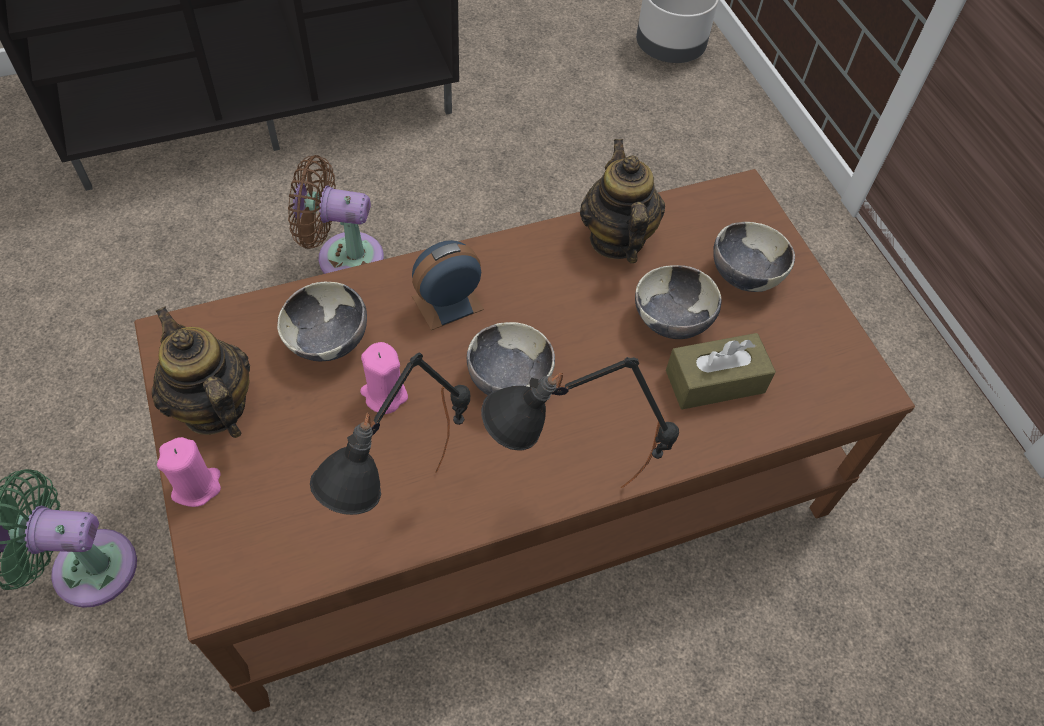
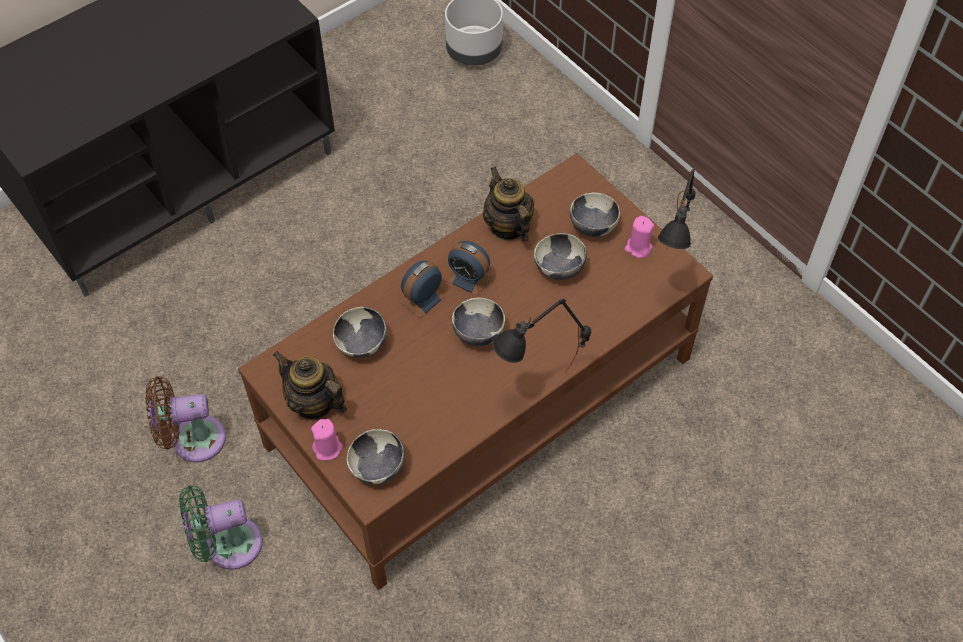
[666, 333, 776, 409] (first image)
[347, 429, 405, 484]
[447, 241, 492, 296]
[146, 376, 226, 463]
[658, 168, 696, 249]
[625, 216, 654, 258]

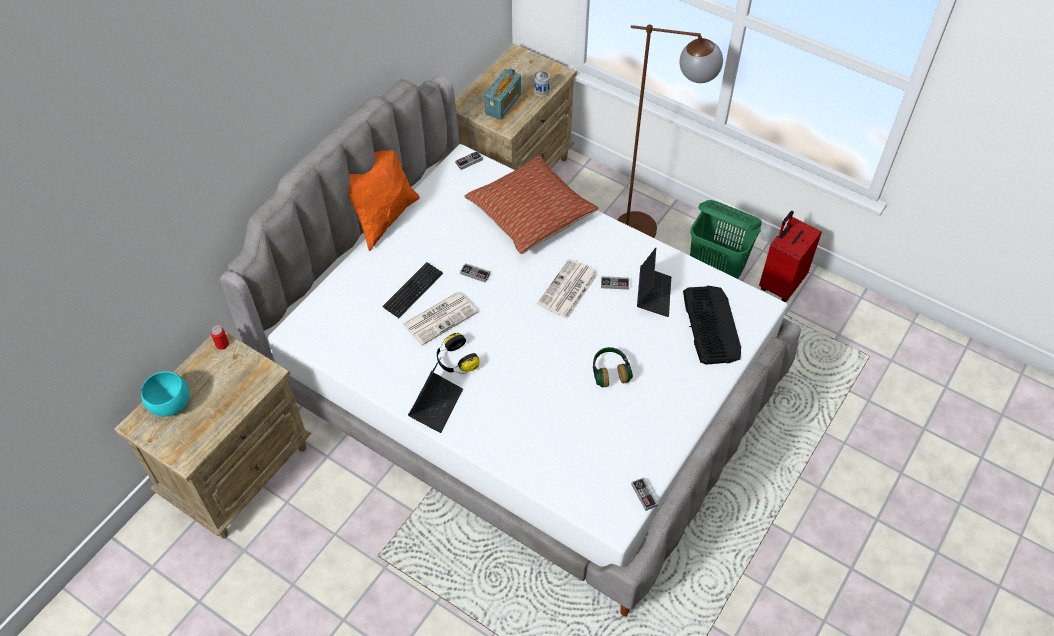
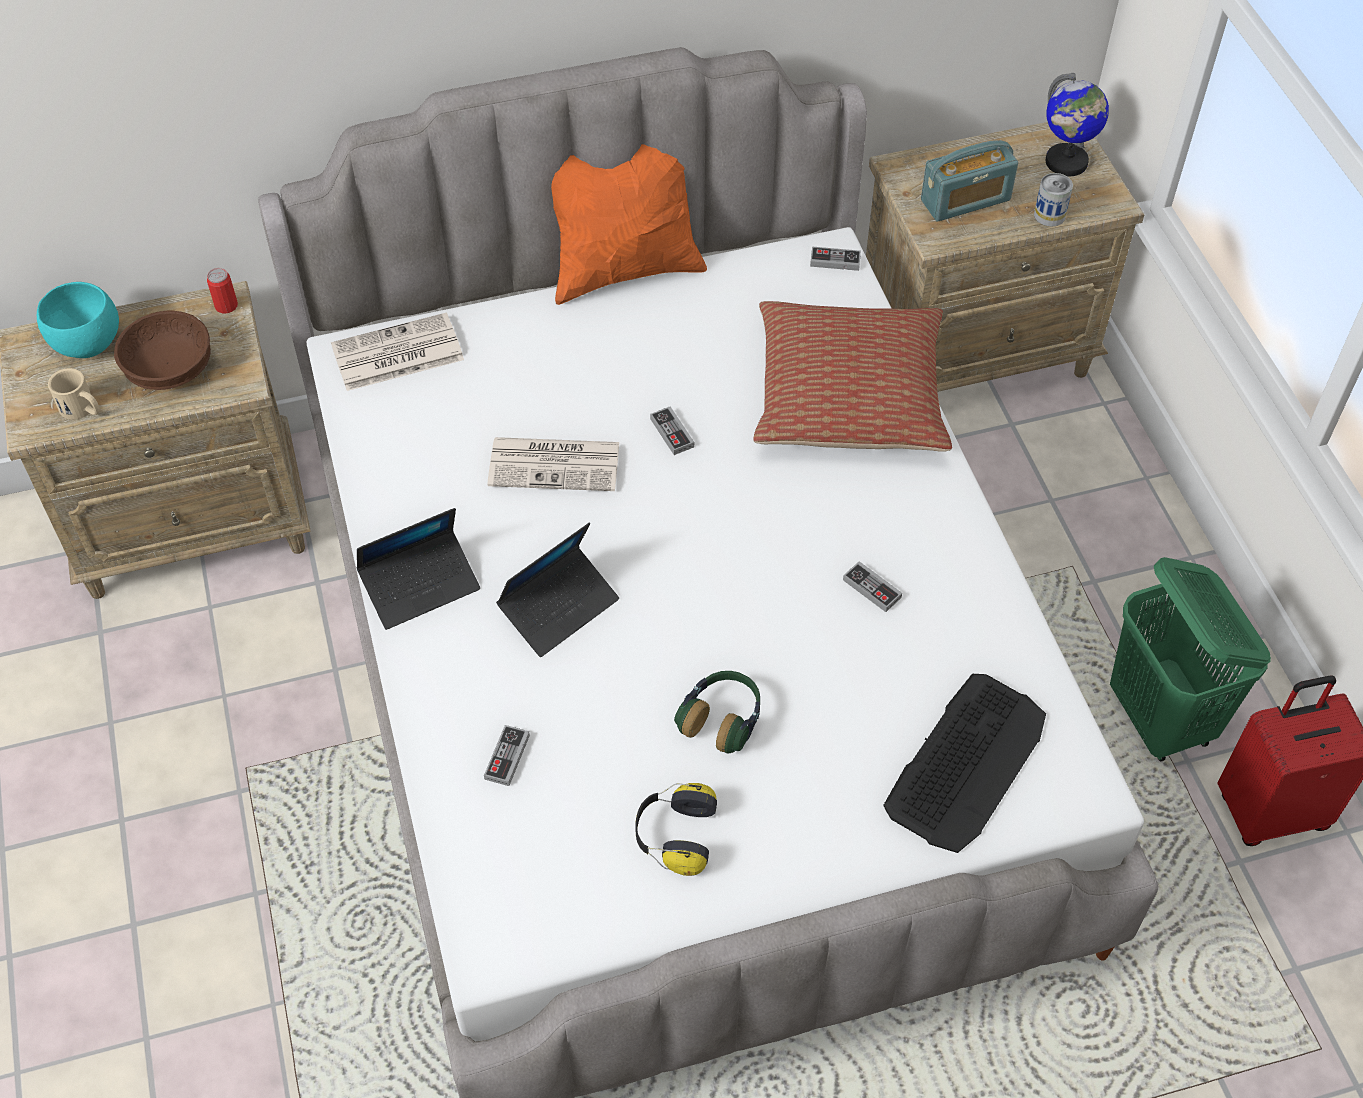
[382, 262, 443, 318] (first image)
[617, 24, 723, 238] (first image)
[48, 368, 100, 420]
[114, 310, 211, 390]
[1045, 73, 1109, 176]
[635, 783, 717, 876]
[331, 312, 464, 391]
[484, 725, 530, 786]
[496, 522, 619, 657]

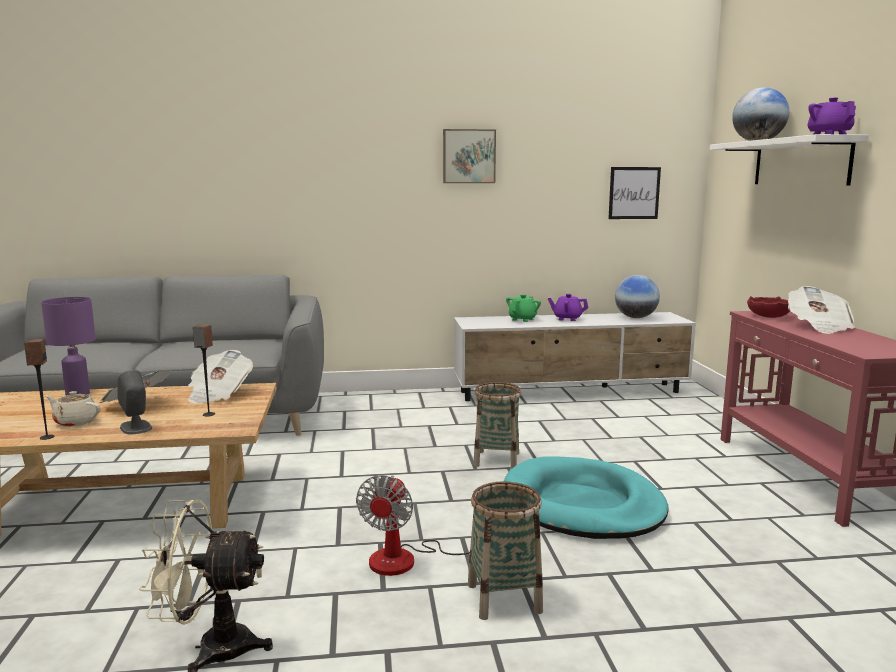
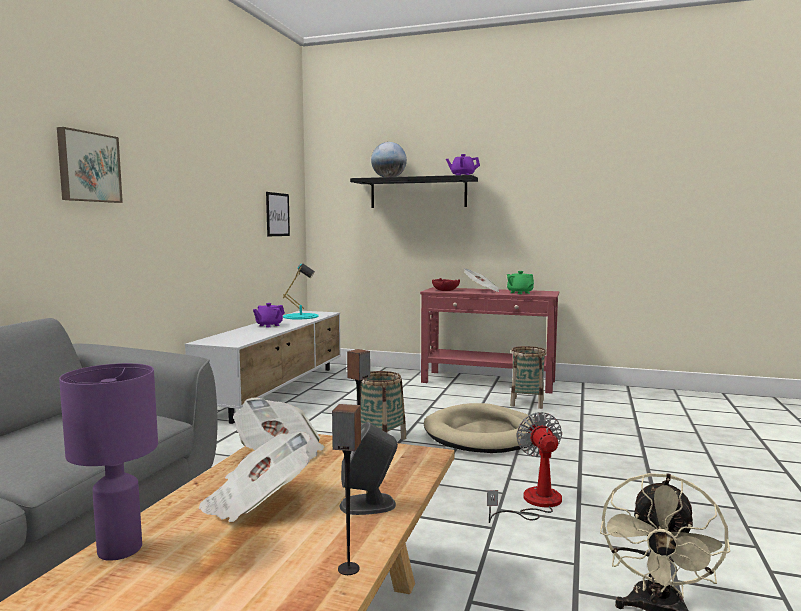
[45, 391, 101, 427] (first image)
[57, 127, 123, 203]
[510, 346, 546, 409]
[507, 271, 534, 294]
[283, 263, 319, 320]
[424, 403, 535, 453]
[350, 175, 478, 208]
[487, 412, 562, 523]

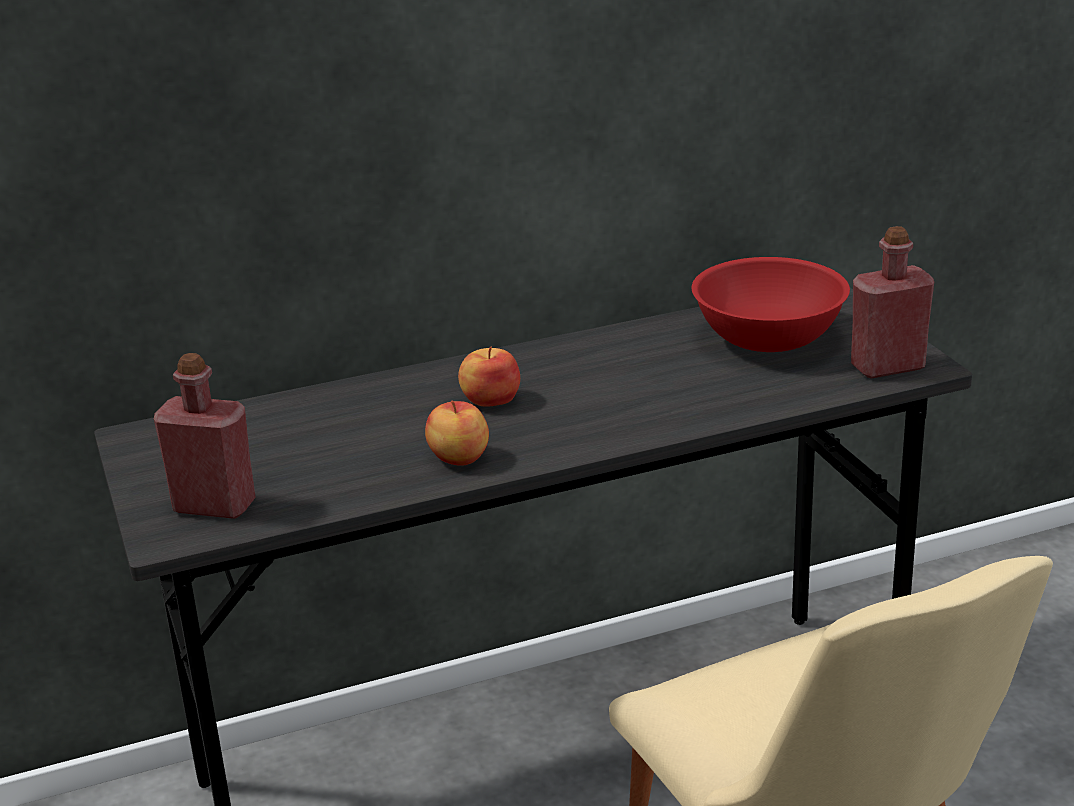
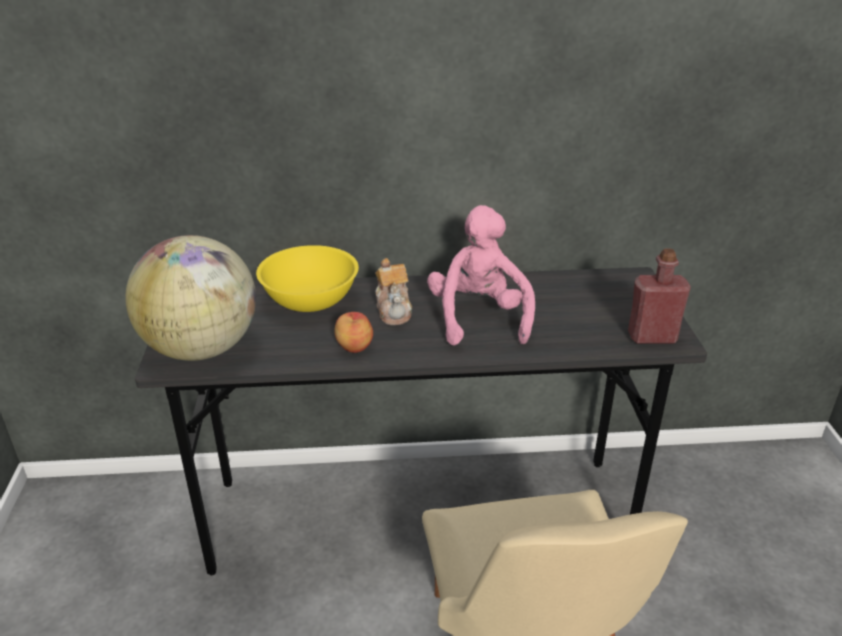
[691, 257, 850, 352] (first image)
[256, 245, 359, 312]
[427, 205, 535, 345]
[125, 235, 256, 361]
[375, 258, 412, 325]

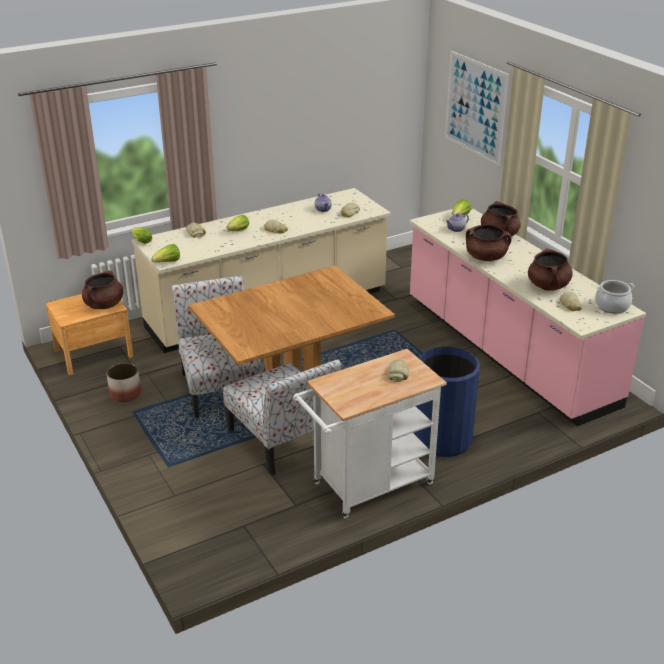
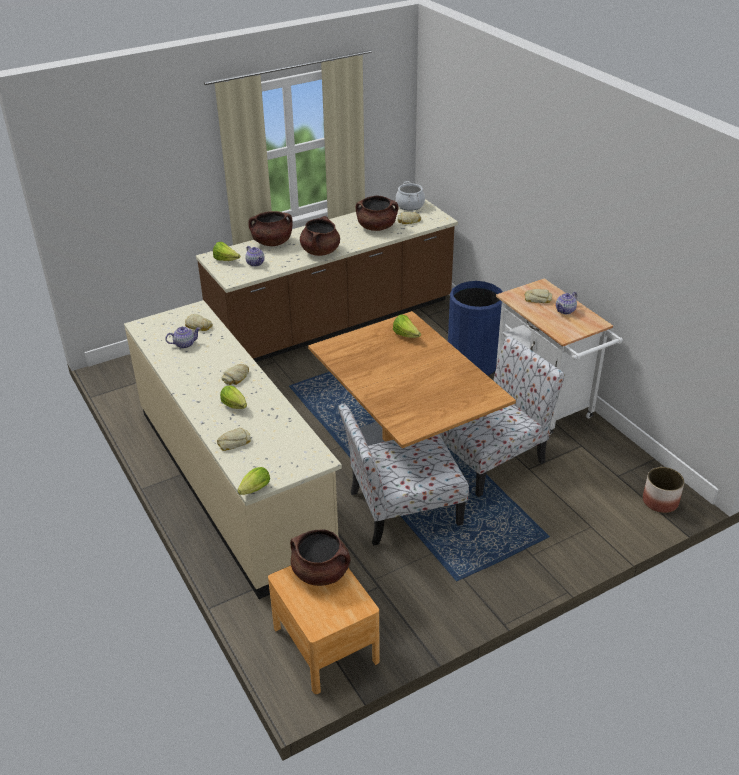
[445, 51, 509, 166] (first image)
[556, 292, 577, 314]
[643, 467, 684, 513]
[393, 314, 421, 338]
[196, 199, 458, 362]

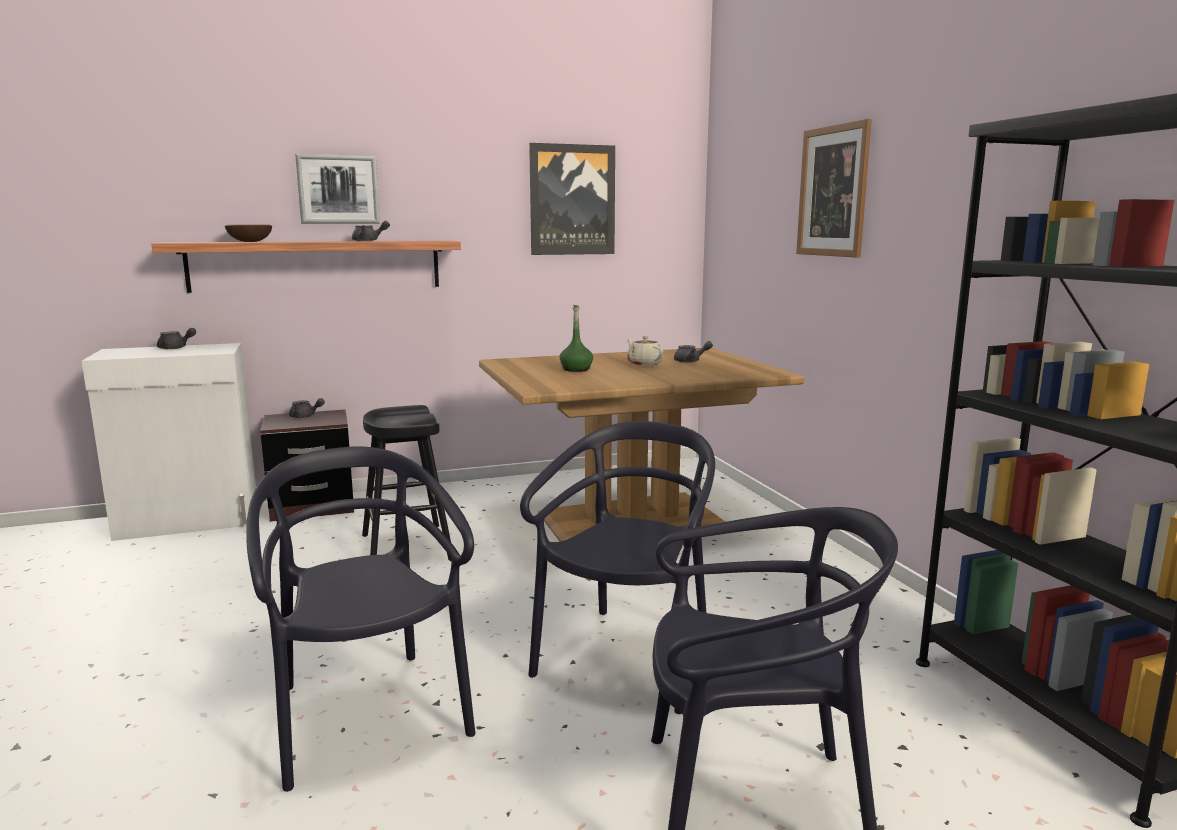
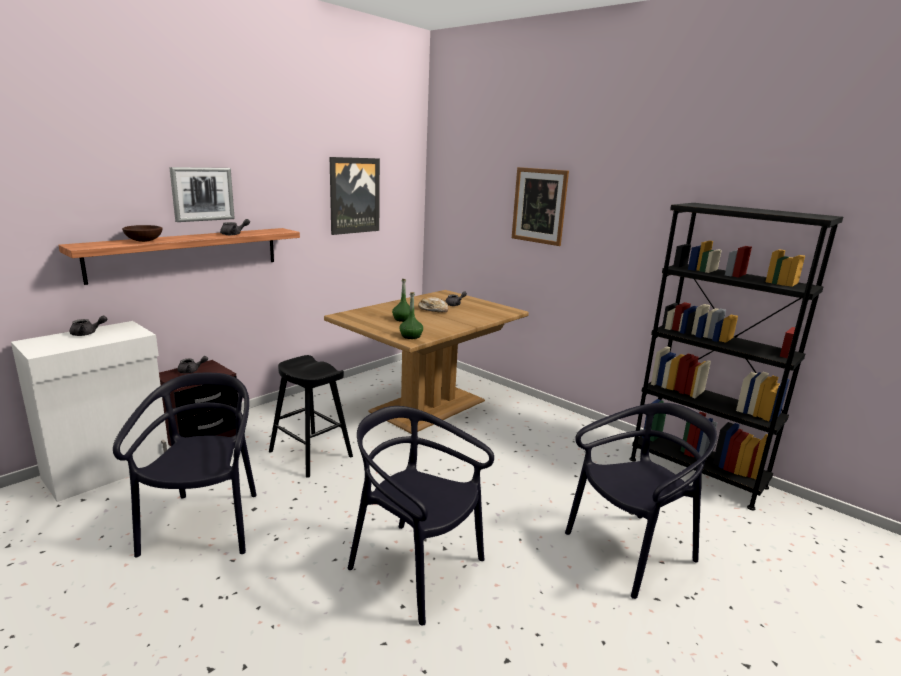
[399, 292, 423, 339]
[113, 373, 257, 557]
[418, 296, 449, 313]

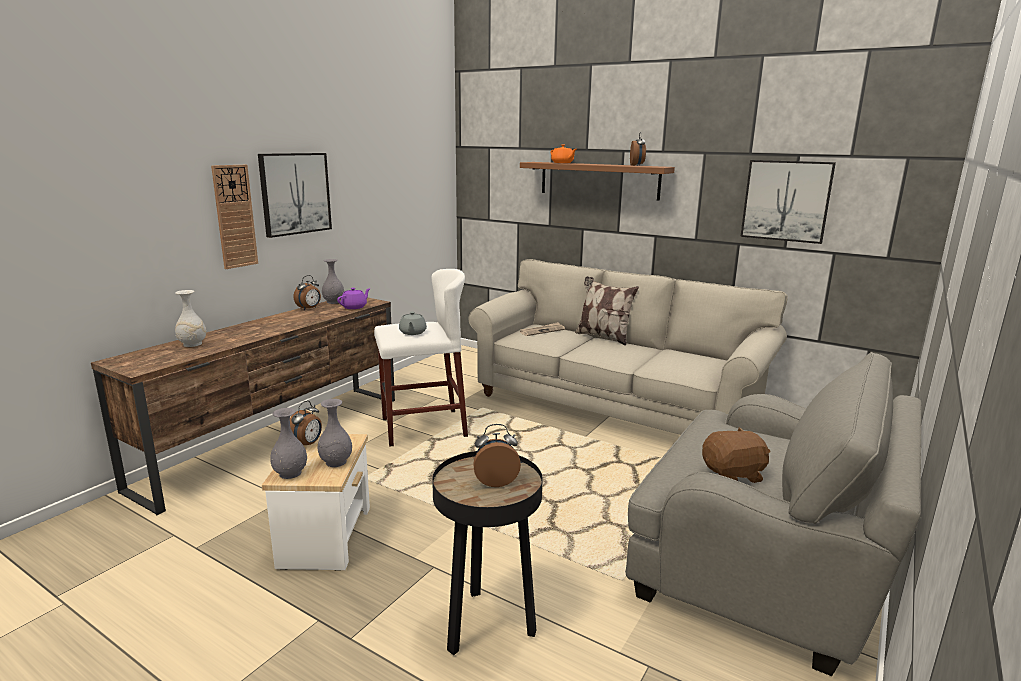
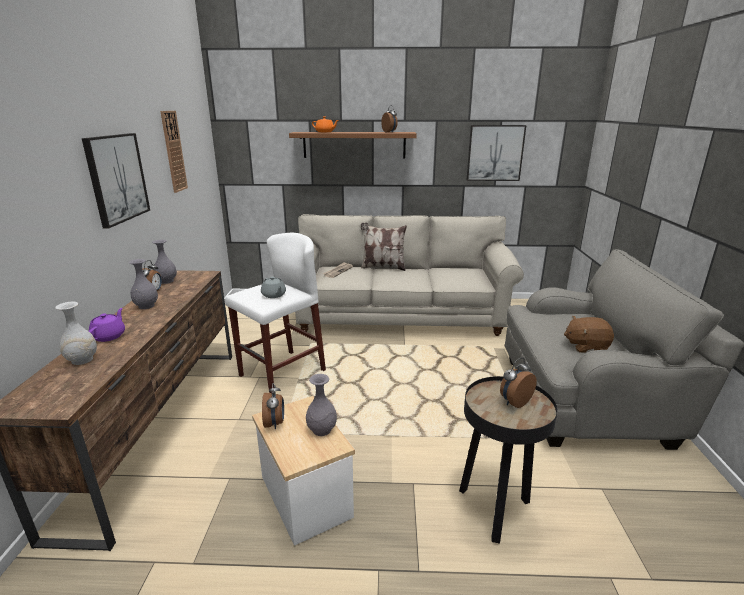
[160, 111, 188, 193]
[129, 259, 158, 309]
[89, 308, 125, 342]
[564, 316, 614, 353]

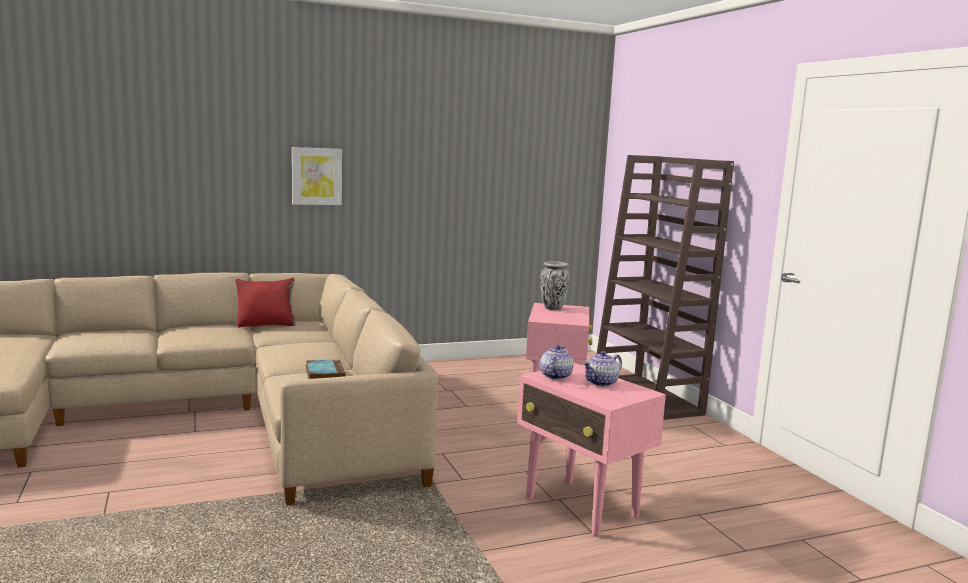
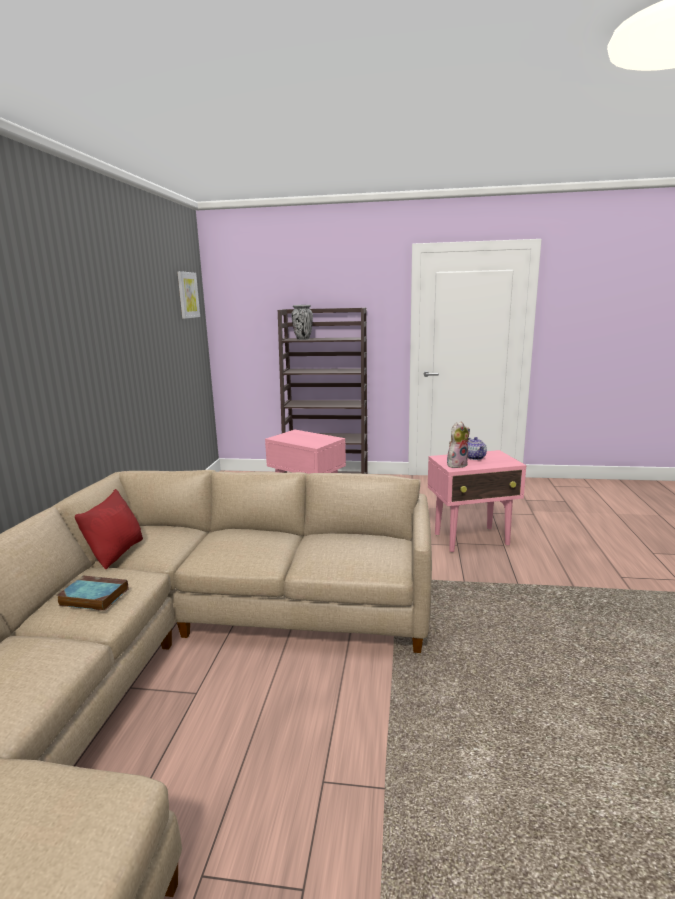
[177, 271, 200, 319]
[57, 576, 128, 611]
[291, 305, 313, 340]
[447, 421, 470, 468]

